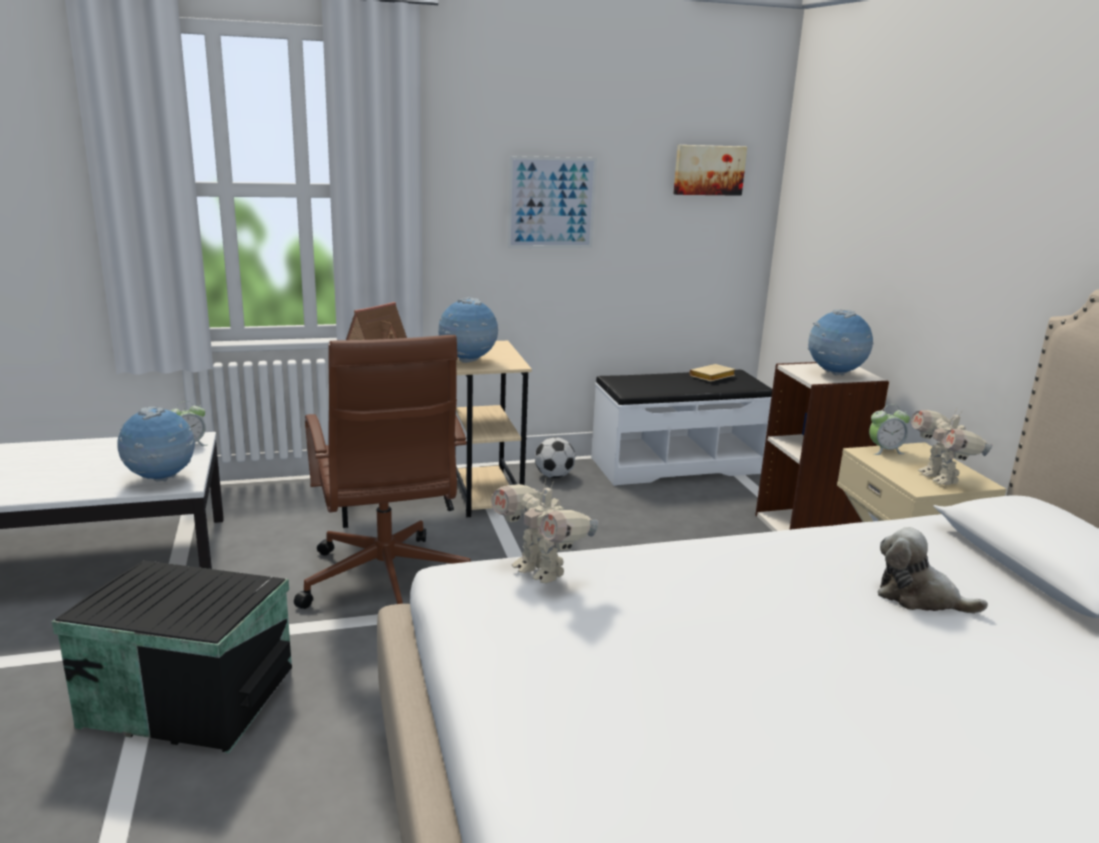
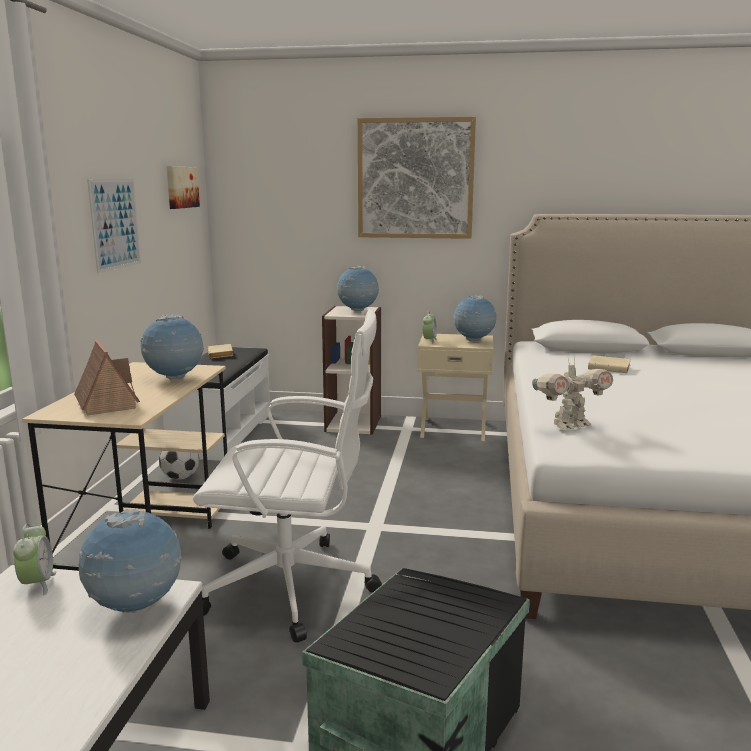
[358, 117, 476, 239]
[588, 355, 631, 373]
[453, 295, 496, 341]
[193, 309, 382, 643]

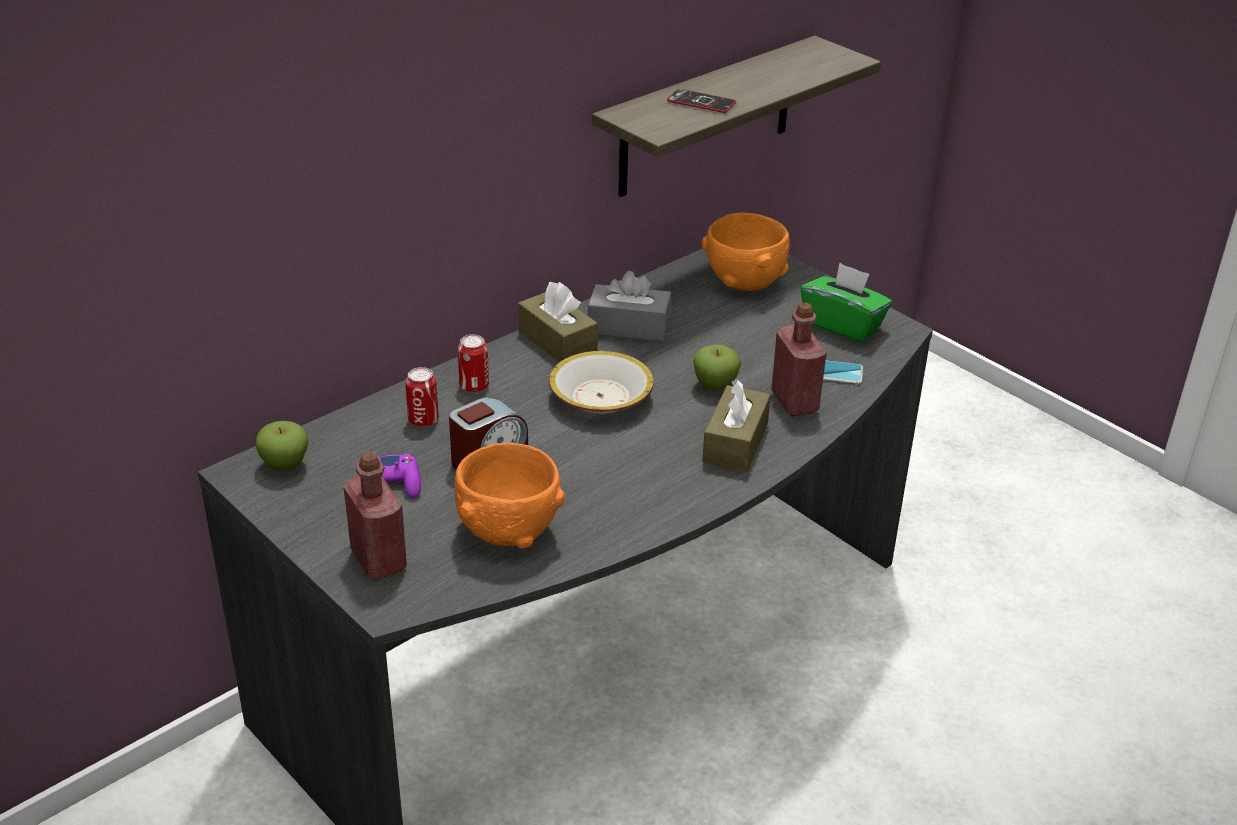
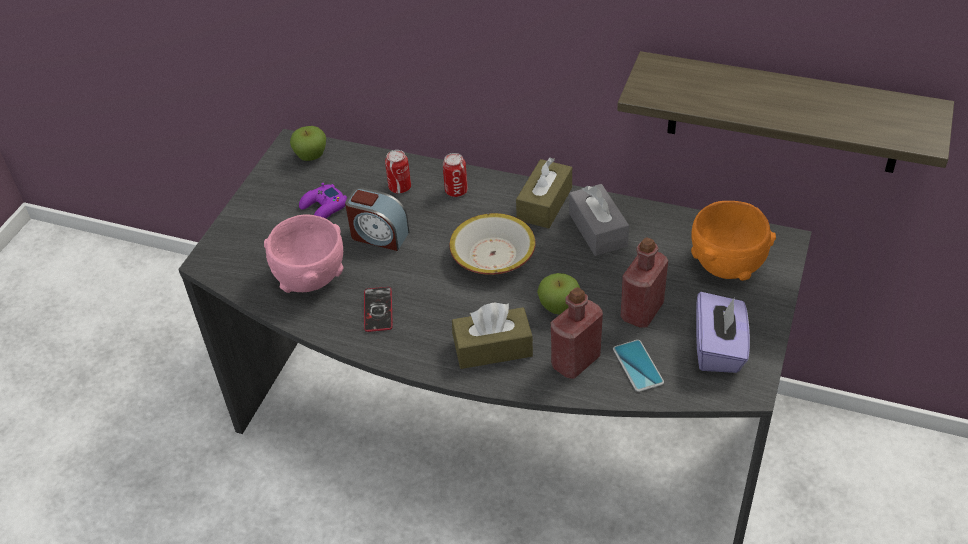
[621, 237, 668, 328]
[364, 287, 393, 332]
[264, 215, 344, 293]
[696, 292, 750, 373]

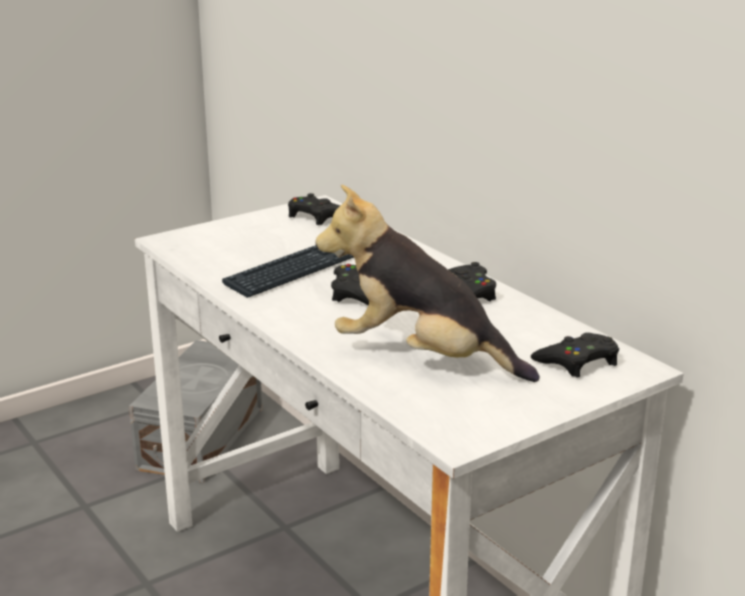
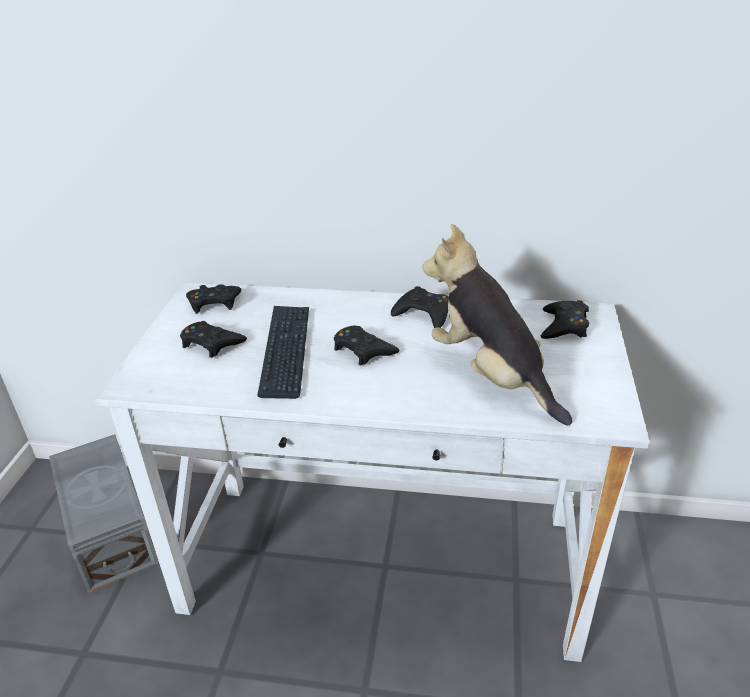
[180, 321, 247, 358]
[423, 224, 572, 425]

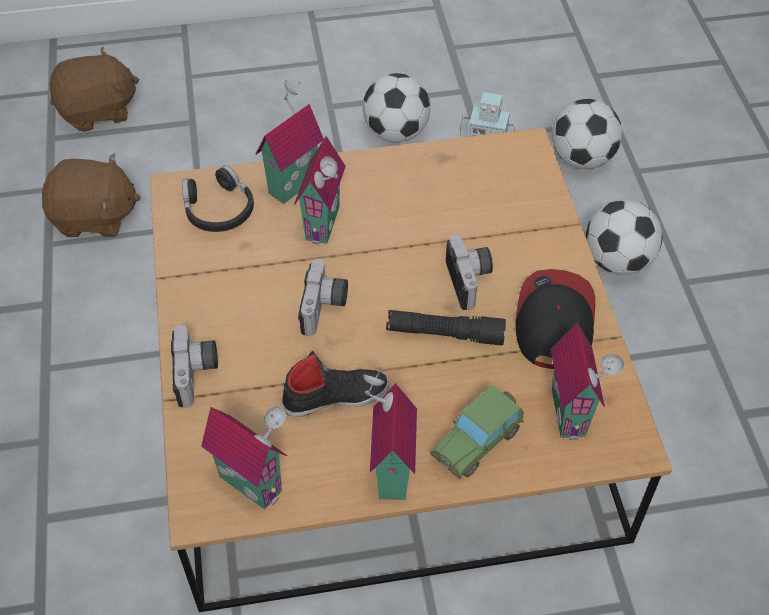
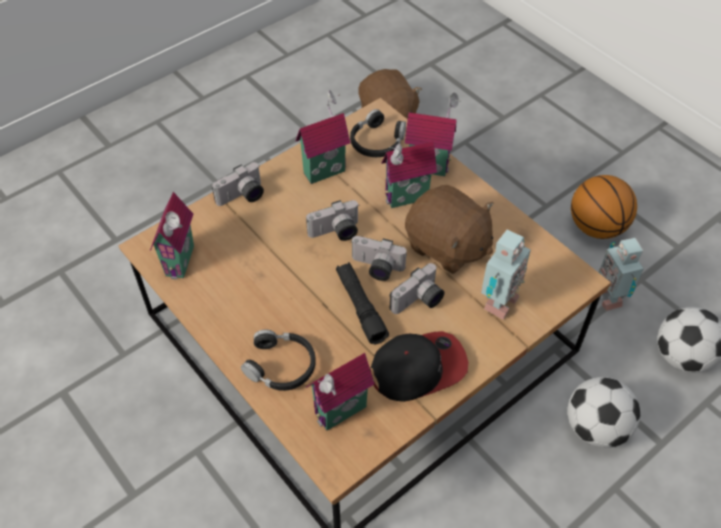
[282, 351, 389, 417] (first image)
[351, 236, 407, 281]
[481, 230, 531, 320]
[405, 185, 493, 274]
[296, 90, 350, 184]
[571, 175, 637, 239]
[241, 330, 316, 391]

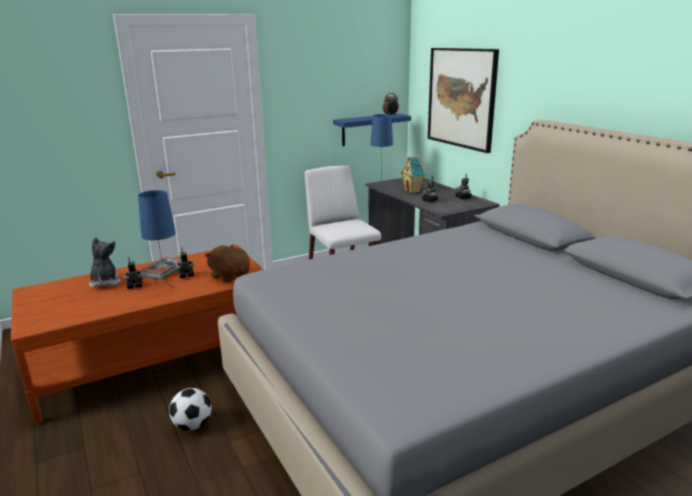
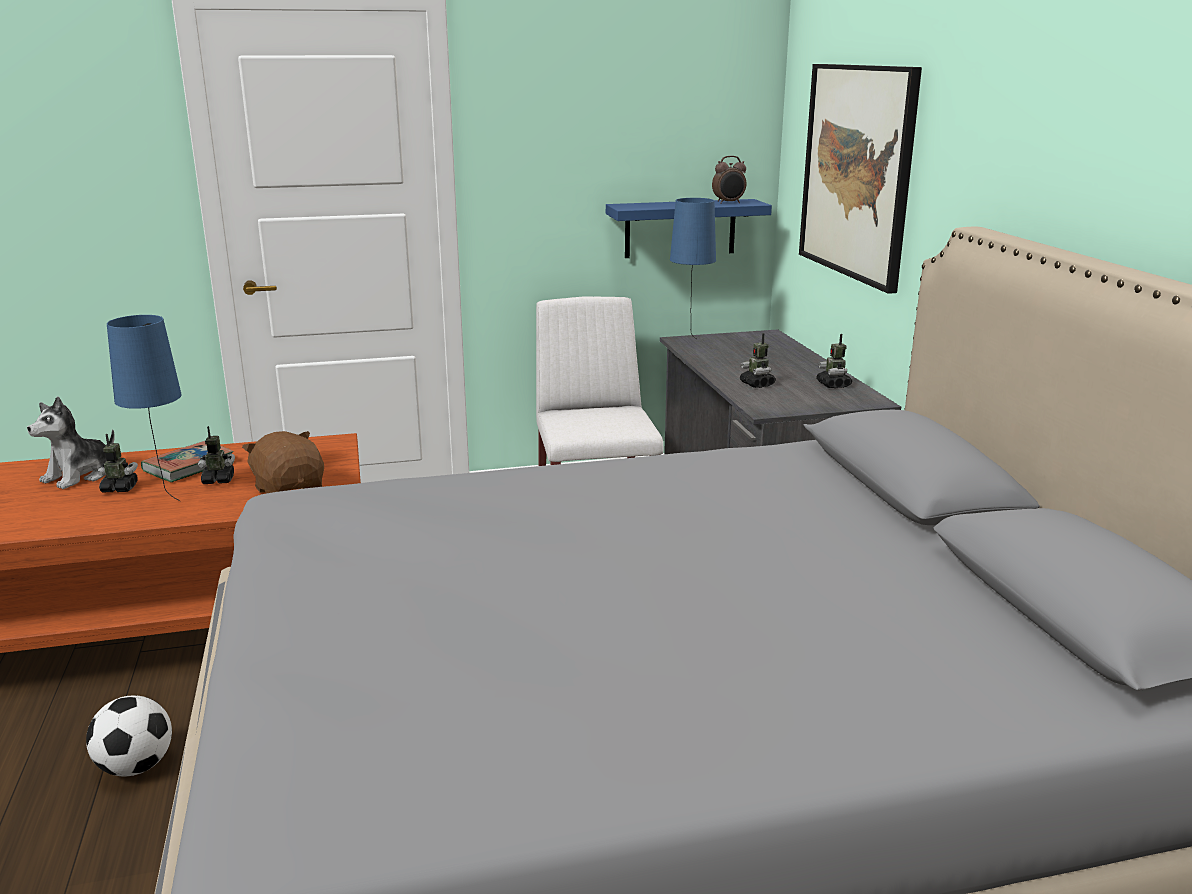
[400, 155, 426, 193] (first image)
[27, 397, 114, 489]

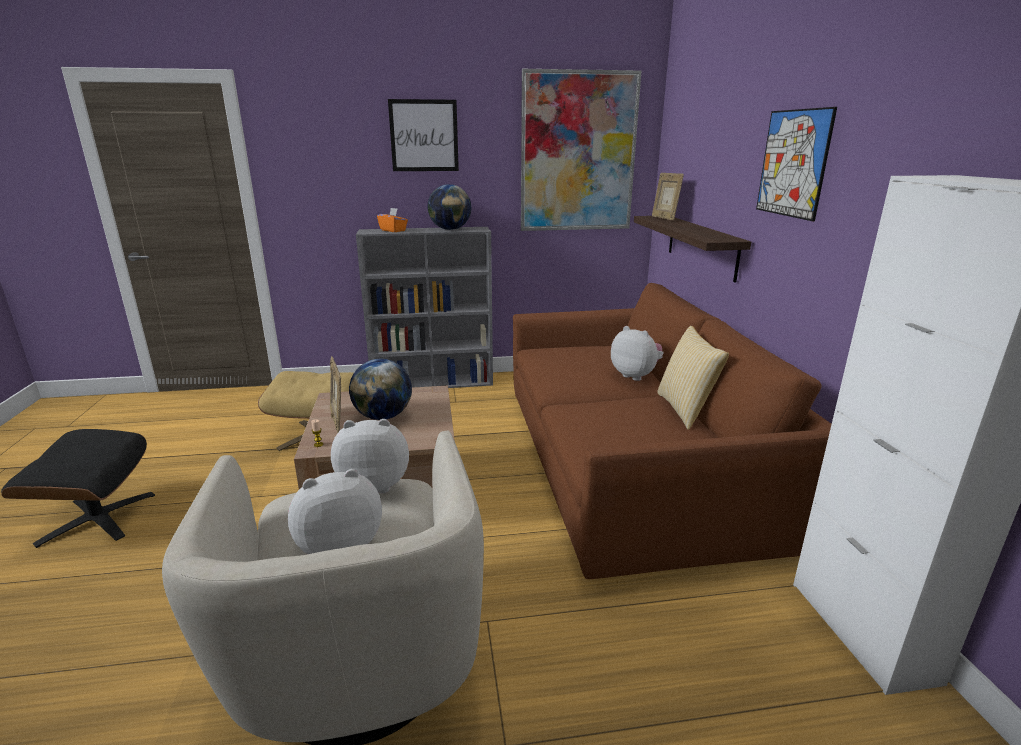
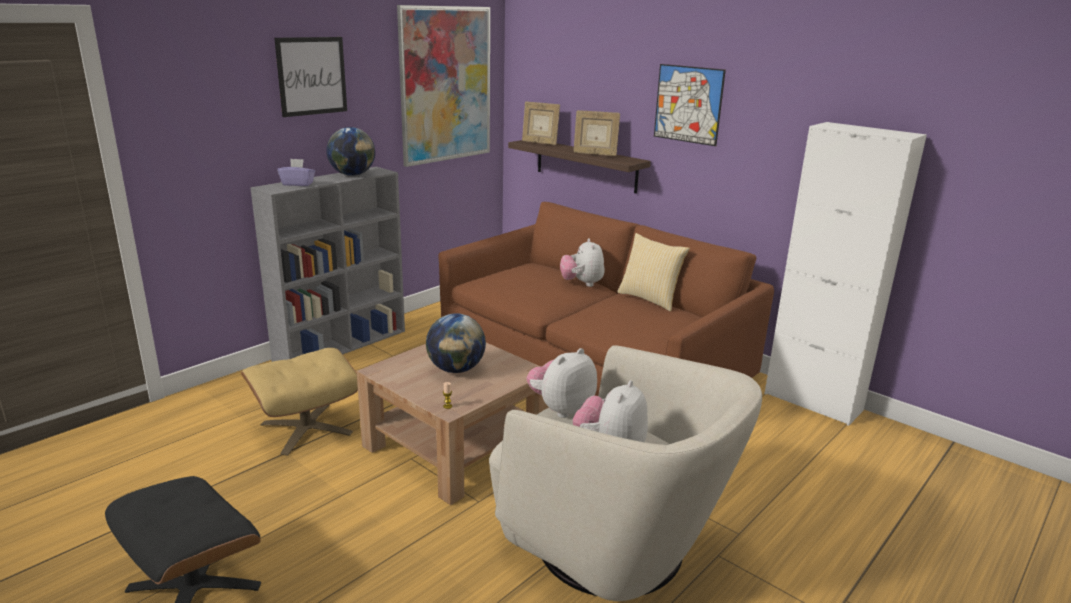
[573, 110, 620, 156]
[278, 159, 315, 186]
[560, 238, 605, 287]

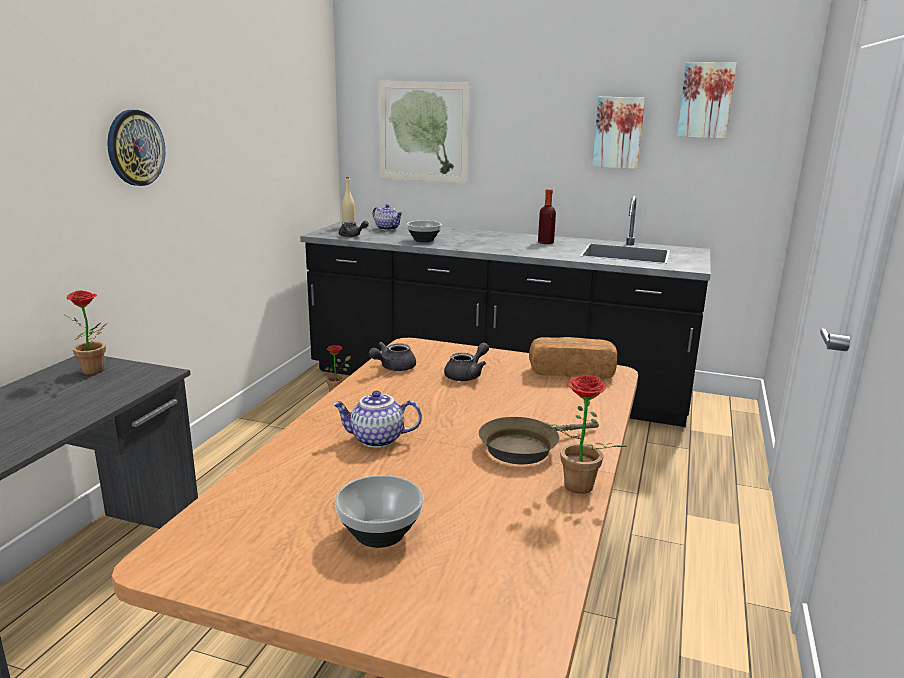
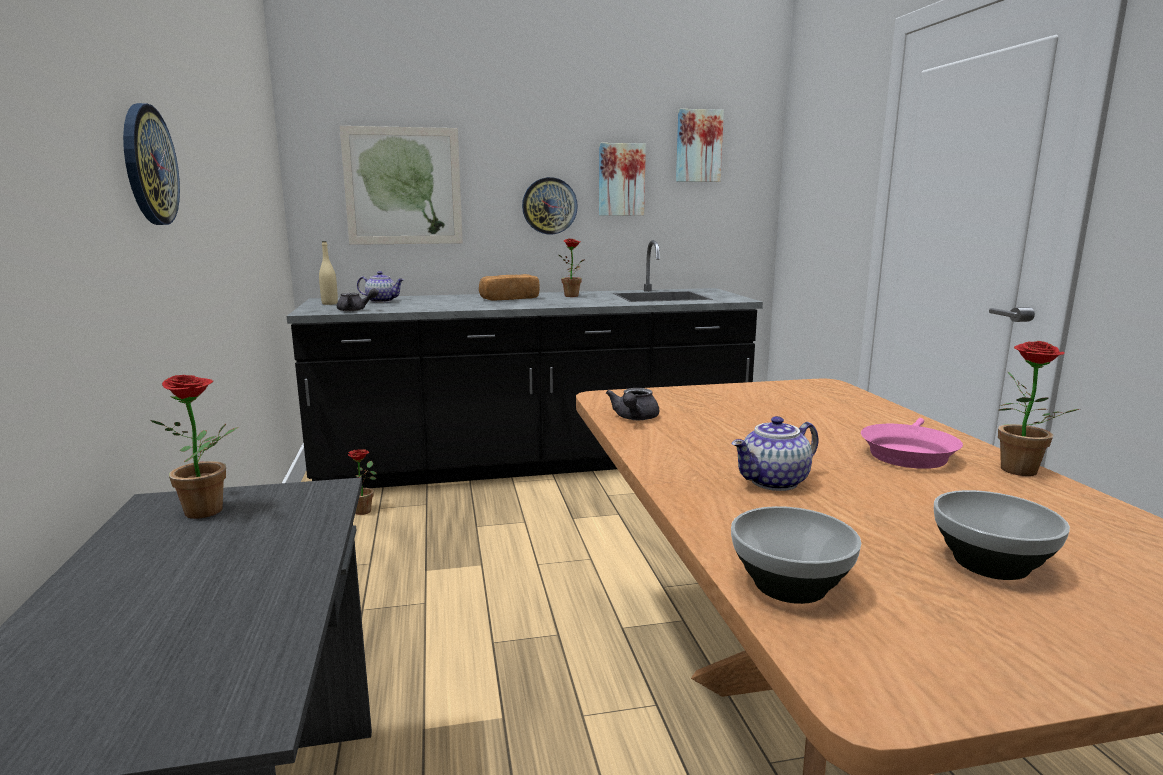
[444, 342, 489, 381] (first image)
[522, 177, 578, 234]
[731, 506, 861, 604]
[479, 274, 540, 301]
[558, 238, 585, 297]
[861, 418, 963, 469]

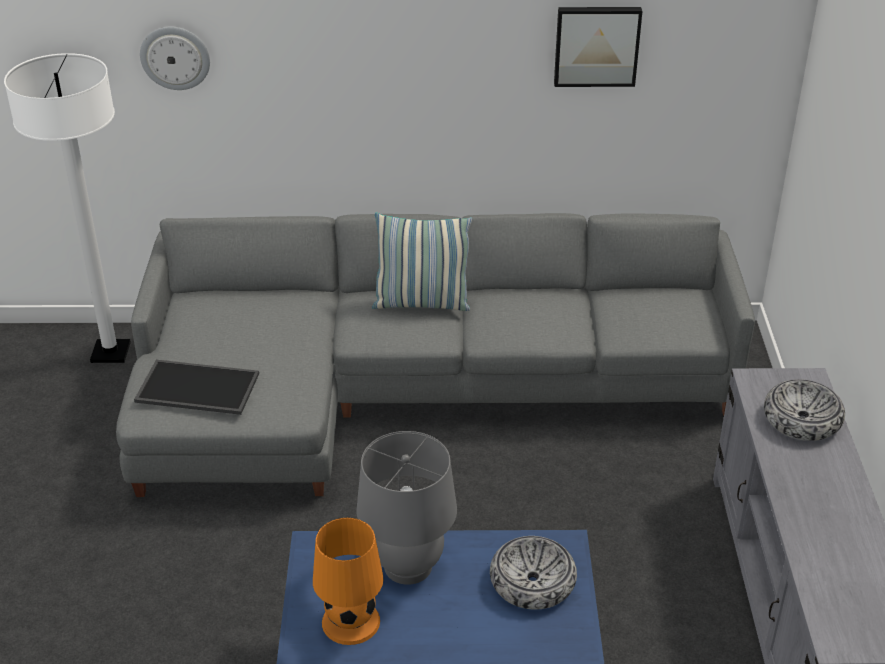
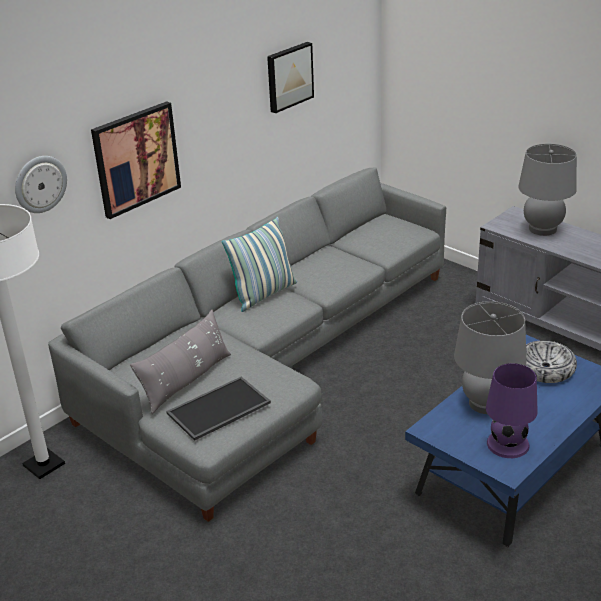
[91, 101, 181, 219]
[130, 310, 231, 414]
[518, 144, 577, 236]
[486, 363, 538, 458]

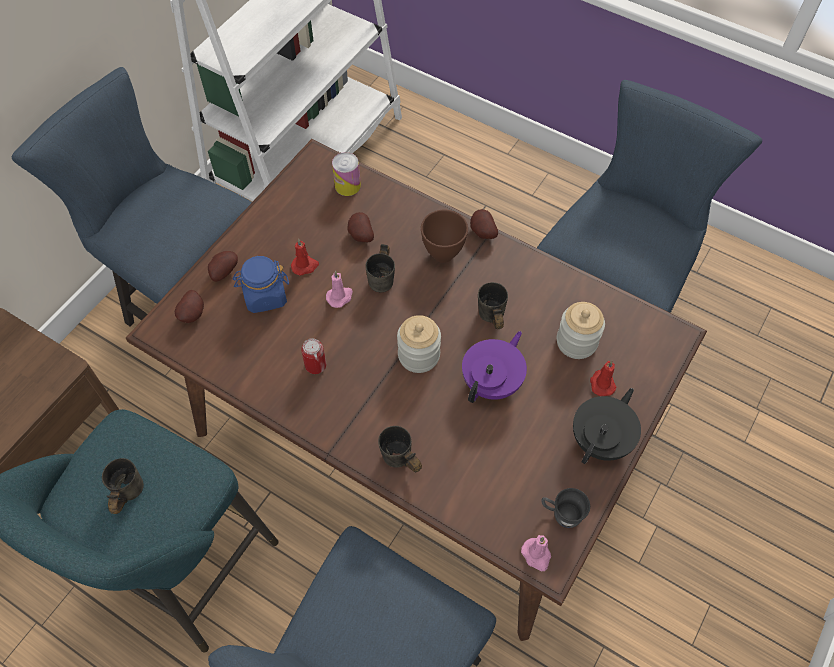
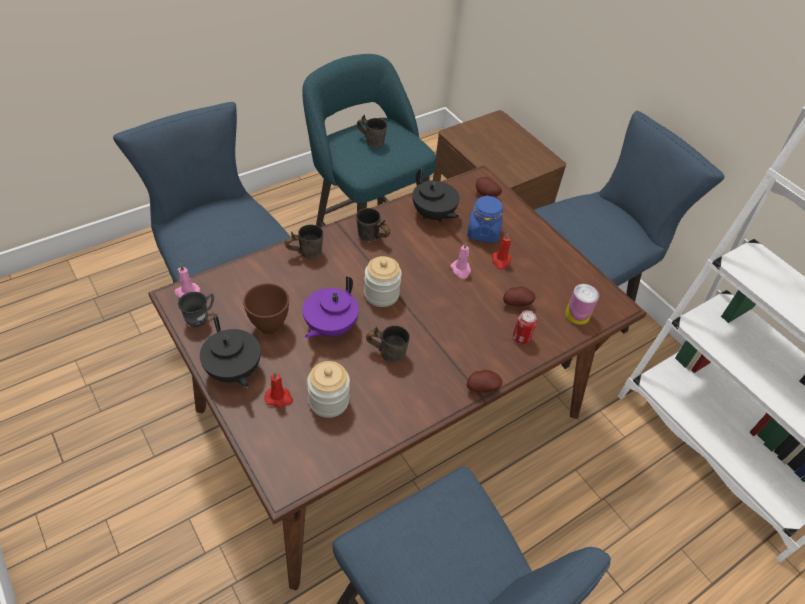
[208, 251, 238, 282] (first image)
[412, 168, 460, 222]
[513, 310, 537, 344]
[356, 208, 390, 241]
[243, 283, 289, 334]
[302, 276, 359, 338]

